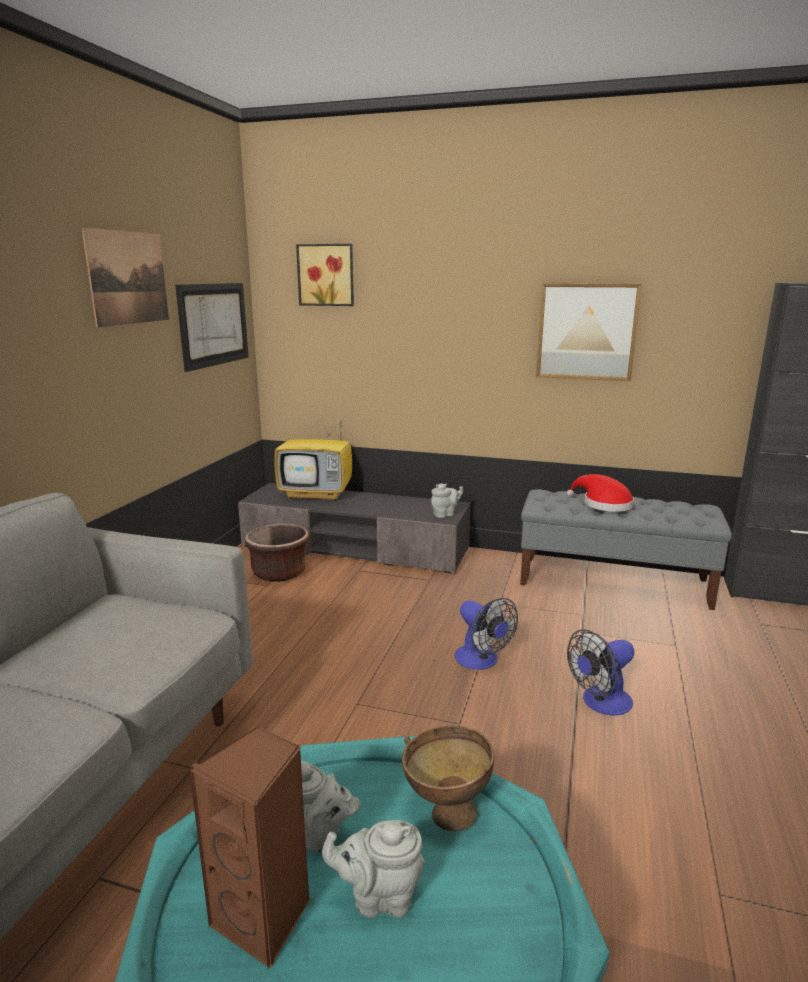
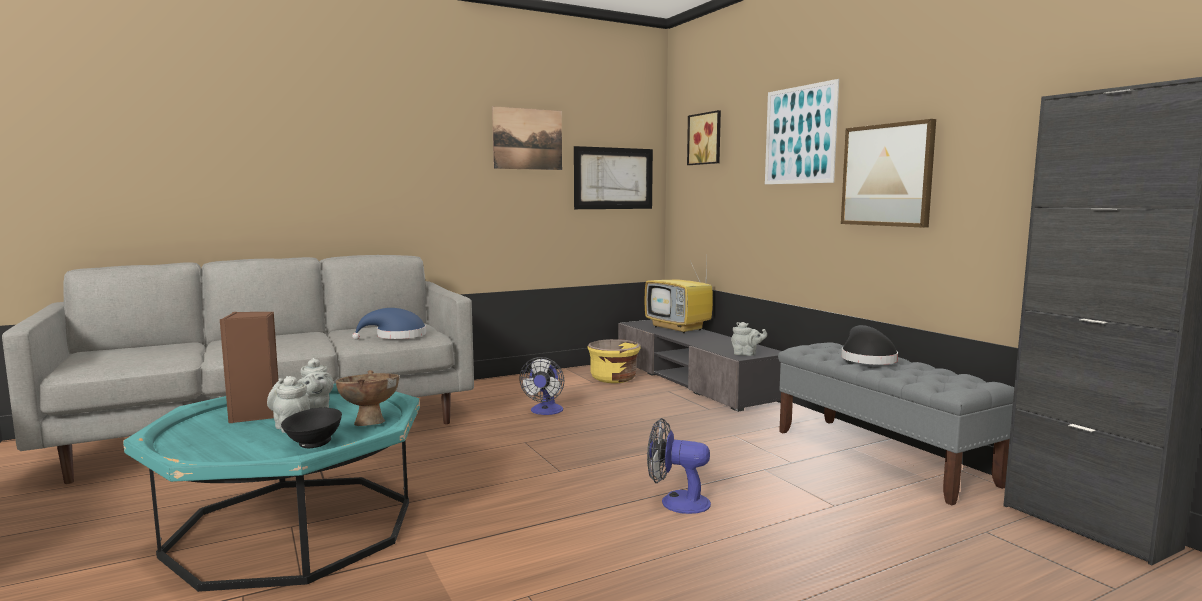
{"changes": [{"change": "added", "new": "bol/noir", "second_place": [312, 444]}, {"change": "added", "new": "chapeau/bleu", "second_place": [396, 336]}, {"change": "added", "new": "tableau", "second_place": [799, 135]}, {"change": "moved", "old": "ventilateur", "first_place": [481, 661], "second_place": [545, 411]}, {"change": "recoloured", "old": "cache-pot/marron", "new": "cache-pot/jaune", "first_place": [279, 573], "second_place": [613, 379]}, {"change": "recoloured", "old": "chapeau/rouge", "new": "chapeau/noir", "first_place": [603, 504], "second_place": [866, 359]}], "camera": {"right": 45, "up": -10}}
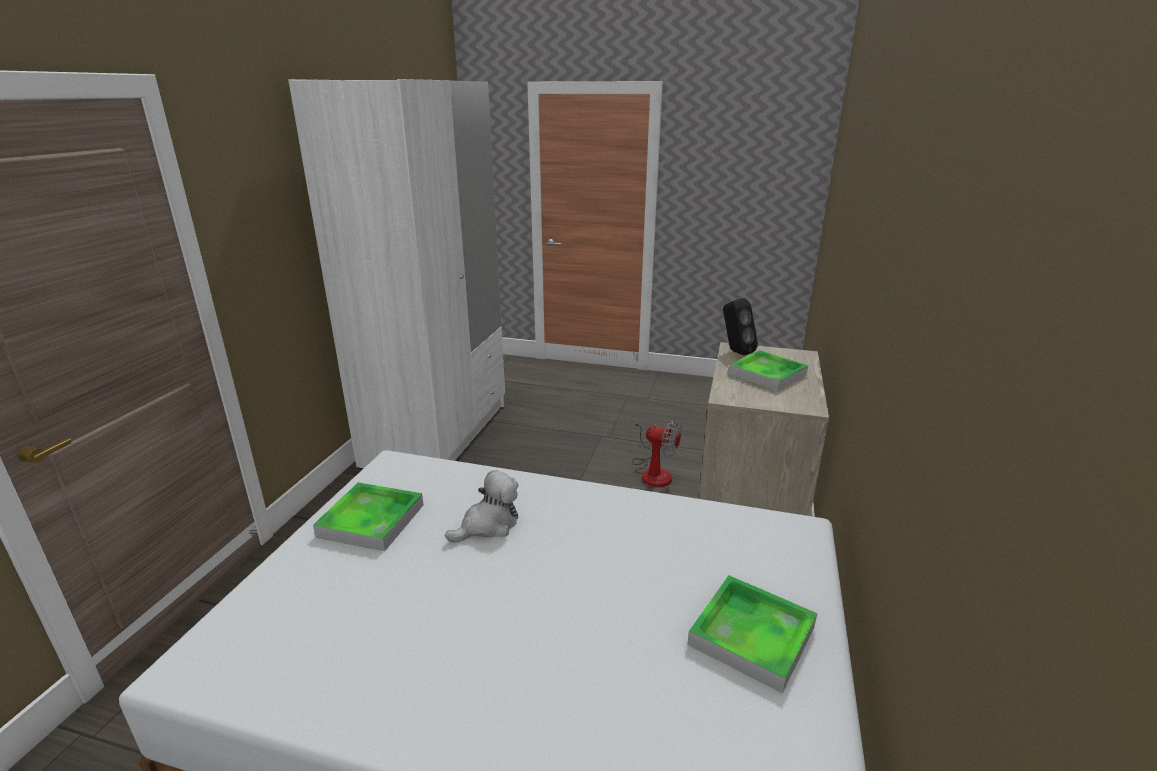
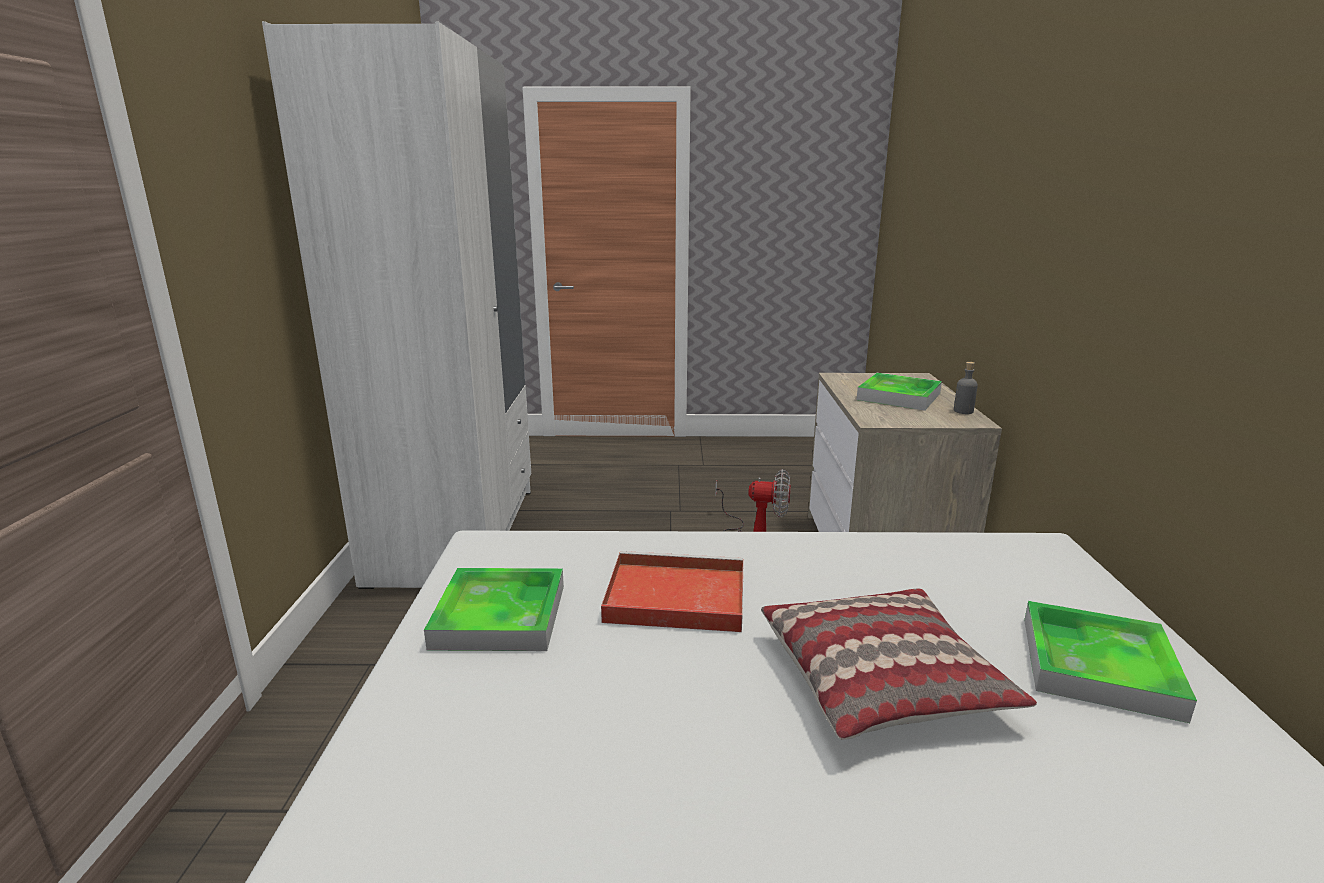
{"changes": [{"change": "removed", "old": "enceinte/noir", "first_place": [735, 351]}, {"change": "added", "new": "coussin", "second_place": [882, 679]}, {"change": "added", "new": "bouteille/gris", "second_place": [963, 411]}, {"change": "replaced", "old": "peluche", "new": "plateau/rouge", "first_place": [488, 525], "second_place": [672, 597]}], "camera": {"right": -15, "up": -5}}
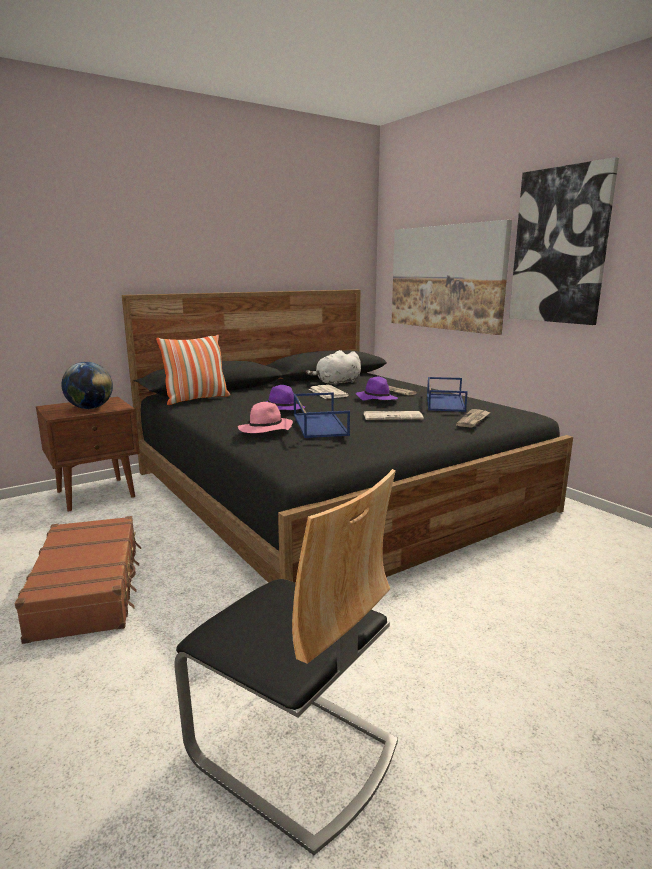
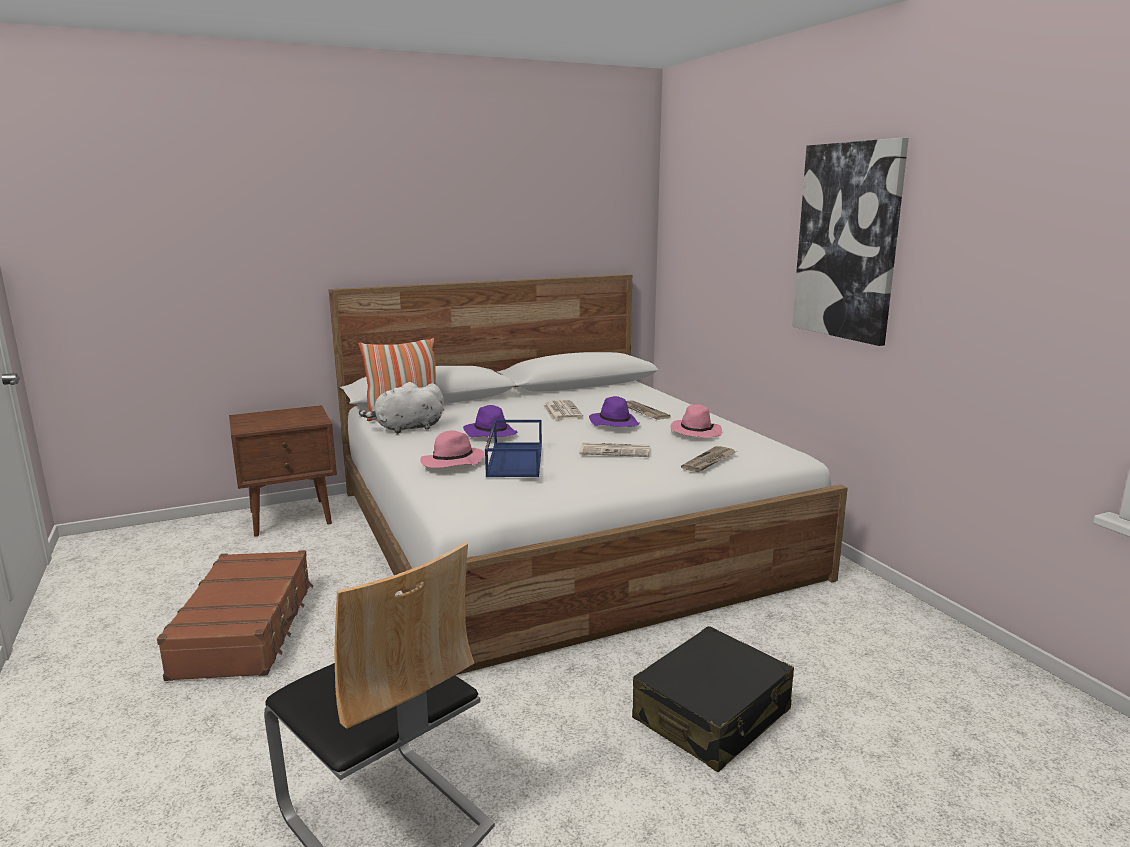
{"changes": [{"change": "removed", "old": "globe", "first_place": [90, 408]}, {"change": "removed", "old": "tableau", "first_place": [446, 278]}, {"change": "added", "new": "valise/noir", "second_place": [712, 715]}, {"change": "moved", "old": "peluche/blanc", "first_place": [337, 383], "second_place": [406, 428]}, {"change": "replaced", "old": "plateau/bleu", "new": "chapeau/rose", "first_place": [444, 402], "second_place": [695, 432]}, {"change": "recoloured", "old": "lit/noir", "new": "lit/blanc", "first_place": [333, 490], "second_place": [560, 531]}], "camera": {"right": 10, "up": 0}}
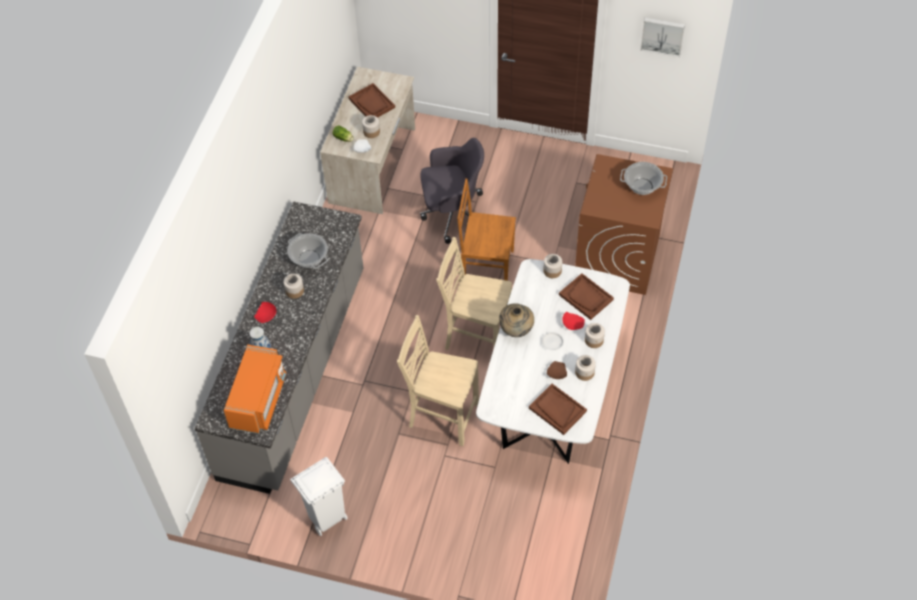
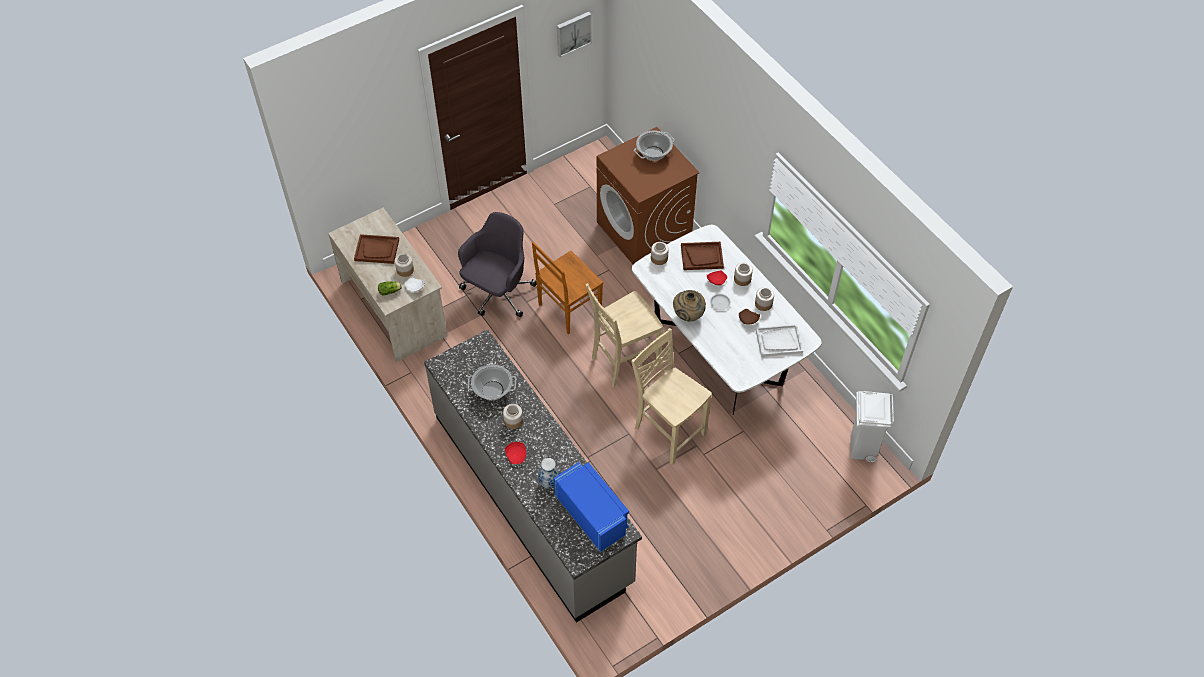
{"changes": [{"change": "moved", "old": "poubelle/blanc", "first_place": [326, 519], "second_place": [862, 449]}, {"change": "recoloured", "old": "micro-ondes/orange", "new": "micro-ondes/bleu", "first_place": [258, 400], "second_place": [592, 515]}, {"change": "recoloured", "old": "plateau/marron", "new": "plateau/blanc", "first_place": [557, 410], "second_place": [778, 341]}, {"change": "turned", "old": "chaise/beige", "first_place": [442, 415], "second_place": [668, 431], "degrees": 75}], "camera": {"right": -50, "up": 0}}
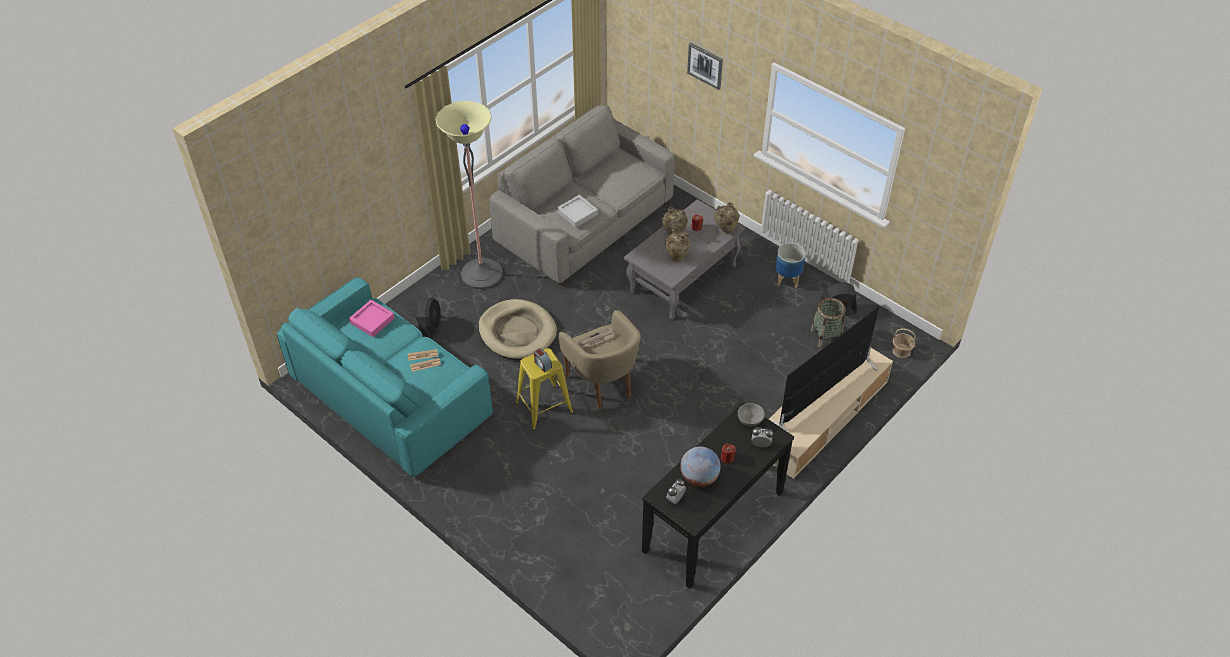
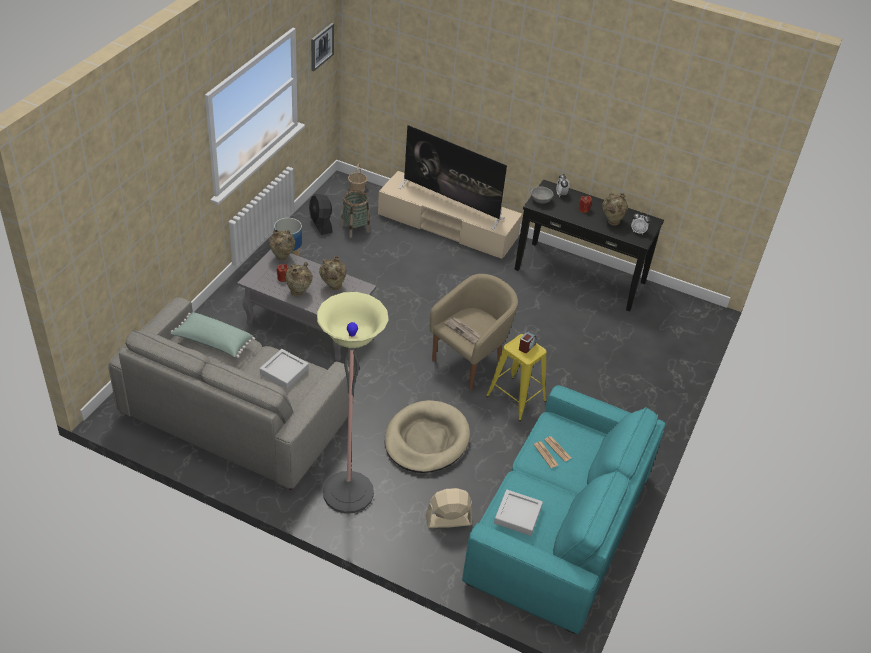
{"changes": [{"change": "added", "new": "coussin/vert", "second_place": [213, 342]}, {"change": "moved", "old": "tableau", "first_place": [705, 65], "second_place": [321, 46]}, {"change": "replaced", "old": "globe", "new": "vase/beige", "first_place": [699, 478], "second_place": [611, 222]}, {"change": "recoloured", "old": "plateau/rose", "new": "plateau/gris", "first_place": [372, 320], "second_place": [518, 515]}, {"change": "recoloured", "old": "ventilateur/noir", "new": "ventilateur/beige", "first_place": [430, 328], "second_place": [448, 520]}], "camera": {"right": -110, "up": -5}}
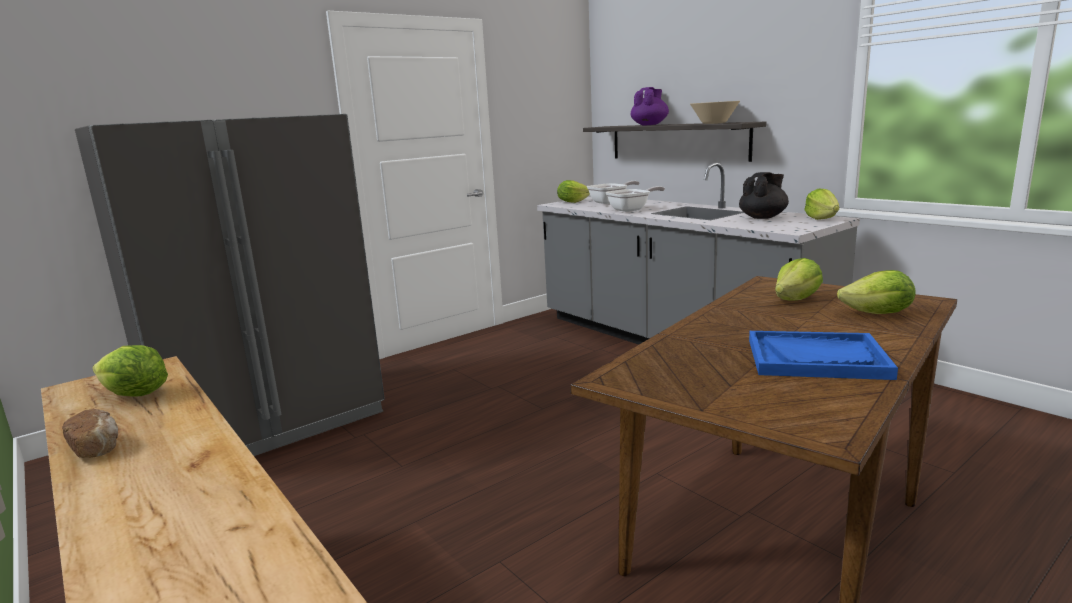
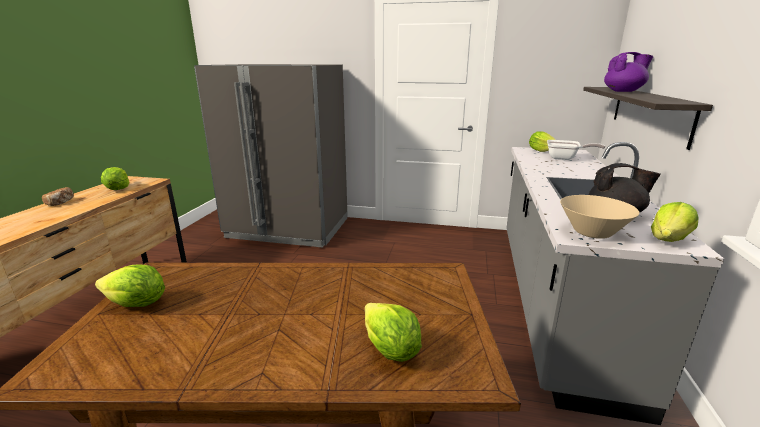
{"changes": [{"change": "removed", "old": "poêle", "first_place": [632, 209]}, {"change": "removed", "old": "plateau/bleu", "first_place": [816, 358]}, {"change": "moved", "old": "bol/beige", "first_place": [714, 123], "second_place": [592, 233]}, {"change": "moved", "old": "laitue", "first_place": [796, 300], "second_place": [136, 304]}], "camera": {"right": 50, "up": 5}}
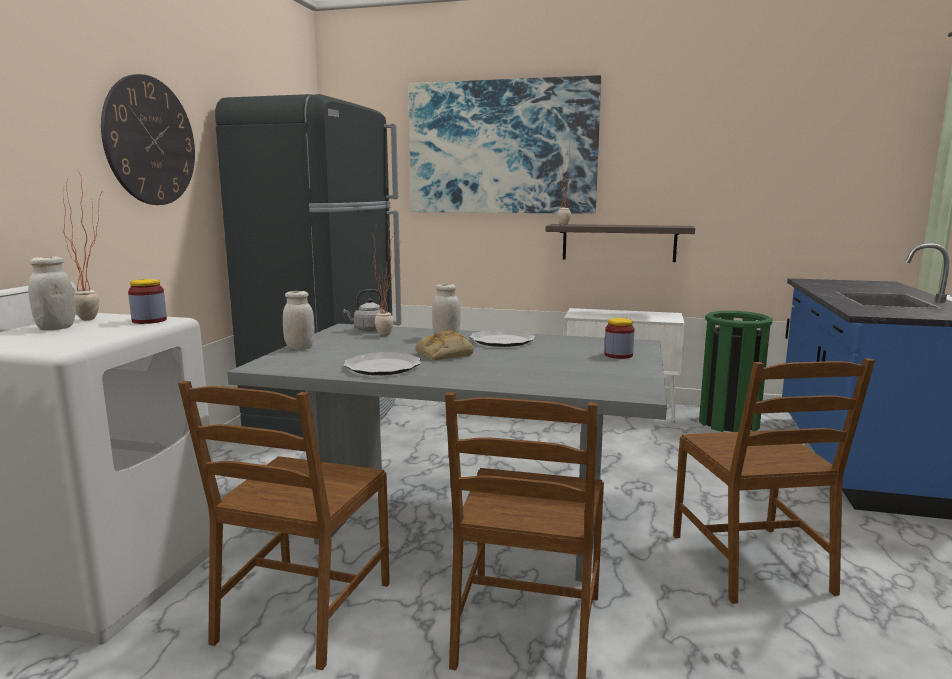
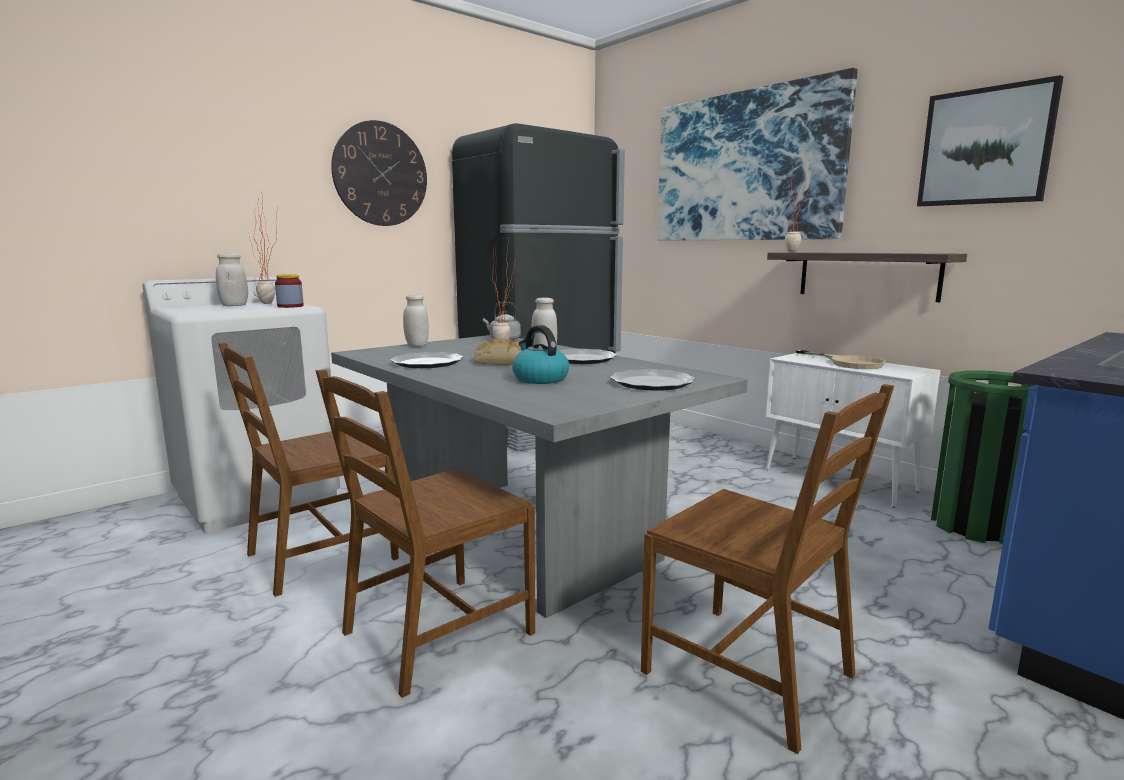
{"changes": [{"change": "added", "new": "bouilloire", "second_place": [539, 379]}, {"change": "added", "new": "poêle/beige", "second_place": [848, 363]}, {"change": "added", "new": "tableau", "second_place": [985, 147]}, {"change": "replaced", "old": "bocal", "new": "assiette", "first_place": [618, 355], "second_place": [652, 383]}, {"change": "turned", "old": "chaise/marron", "first_place": [752, 563], "second_place": [750, 672], "degrees": -75}], "camera": {"right": 35, "up": 0}}
